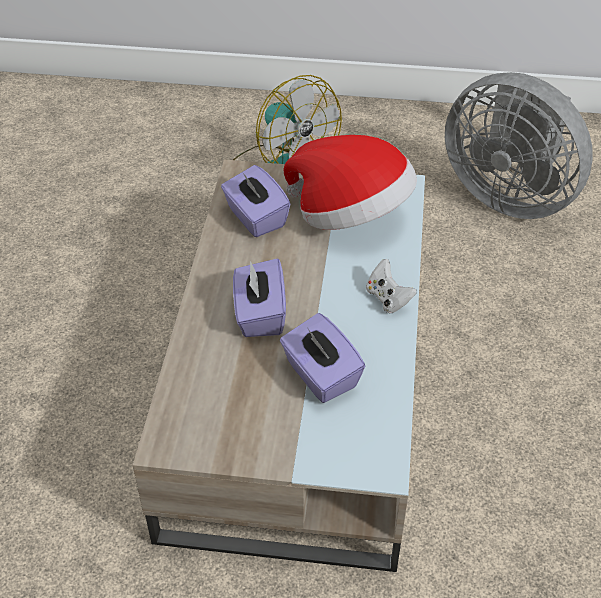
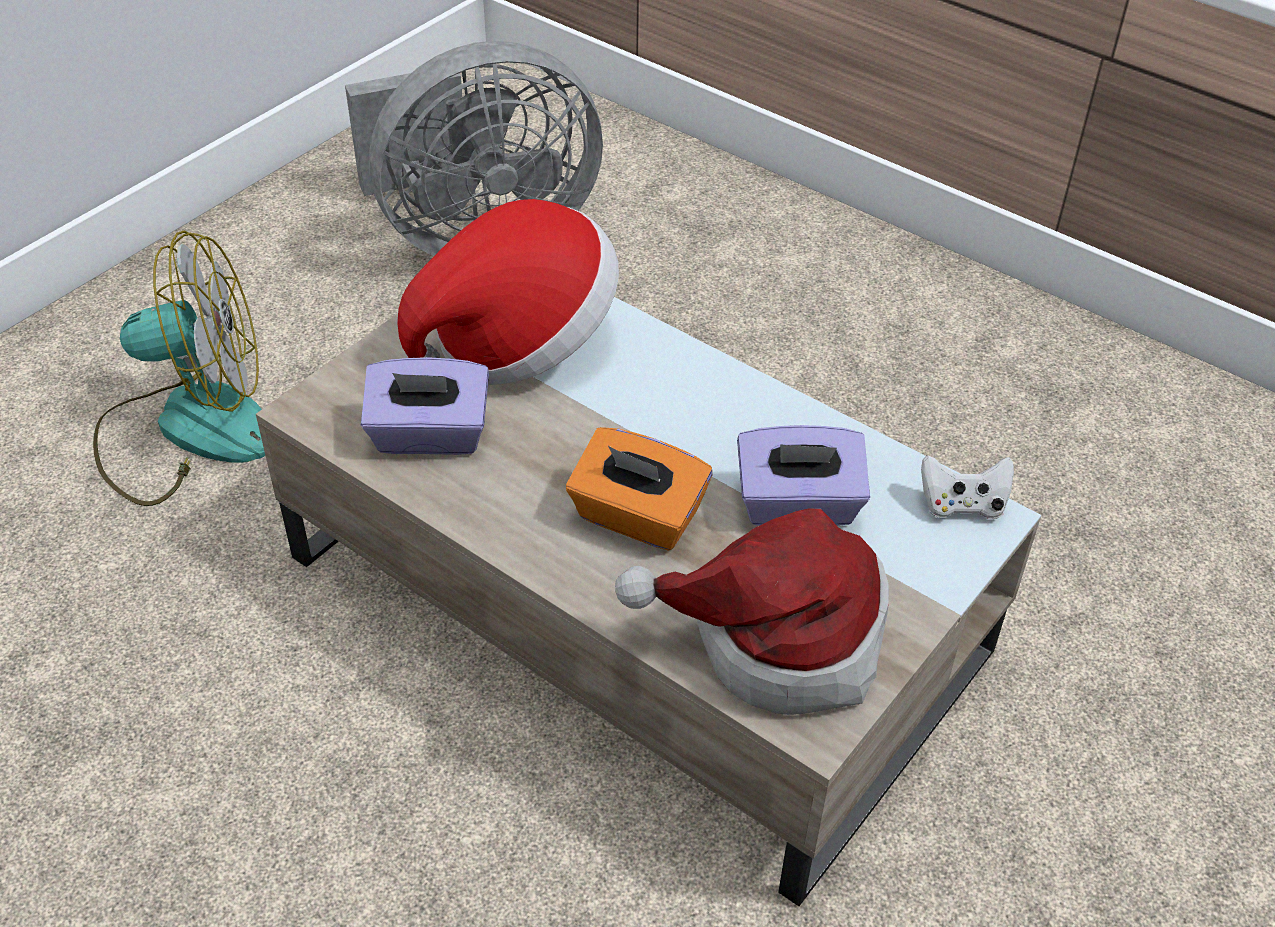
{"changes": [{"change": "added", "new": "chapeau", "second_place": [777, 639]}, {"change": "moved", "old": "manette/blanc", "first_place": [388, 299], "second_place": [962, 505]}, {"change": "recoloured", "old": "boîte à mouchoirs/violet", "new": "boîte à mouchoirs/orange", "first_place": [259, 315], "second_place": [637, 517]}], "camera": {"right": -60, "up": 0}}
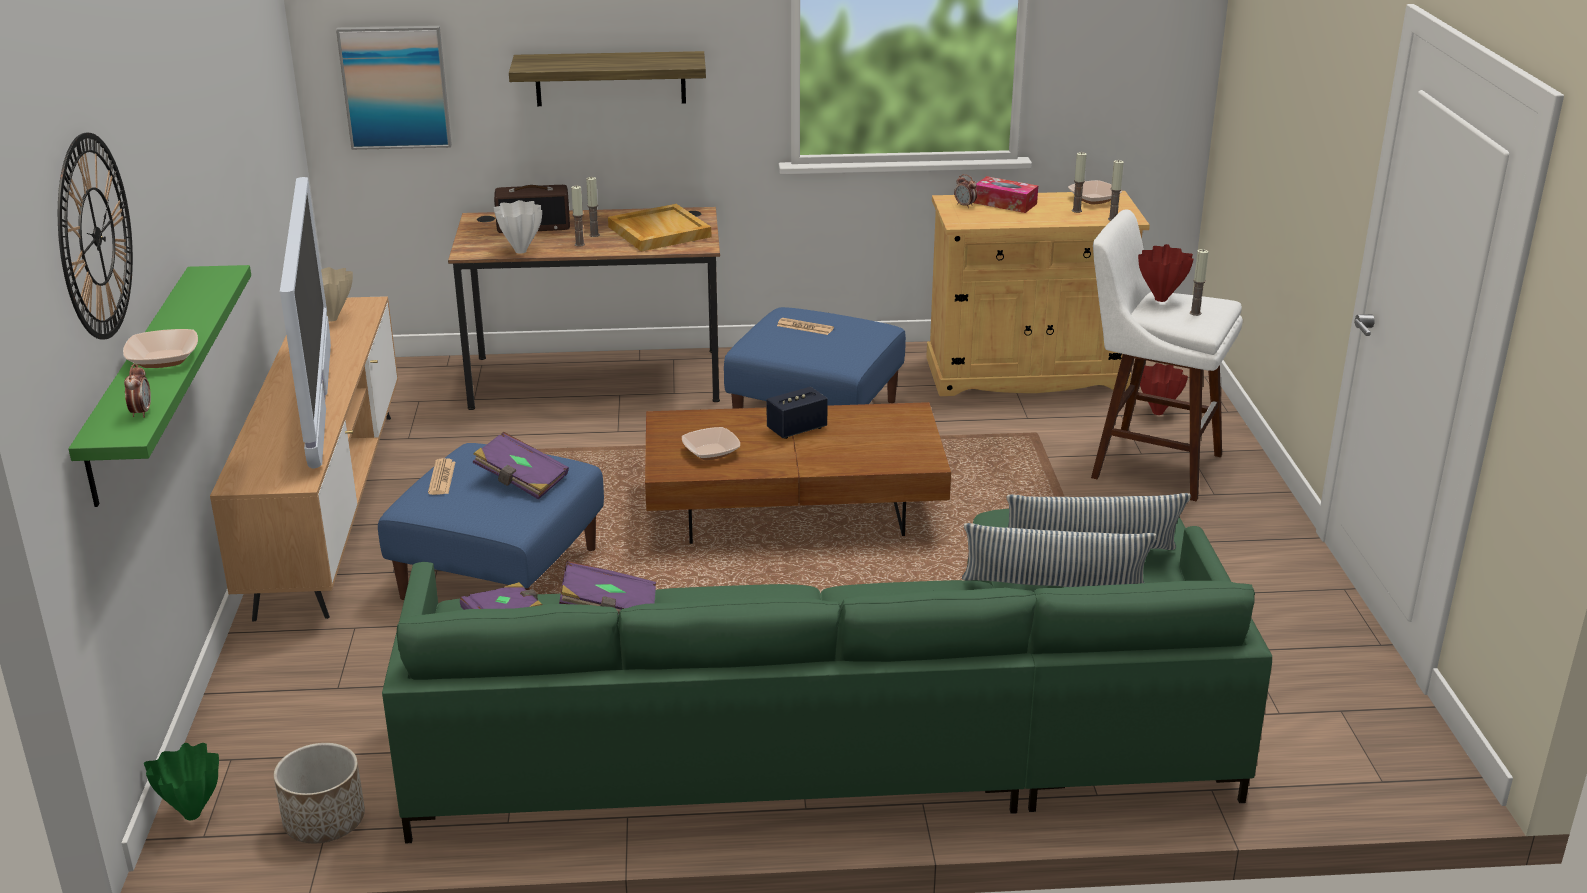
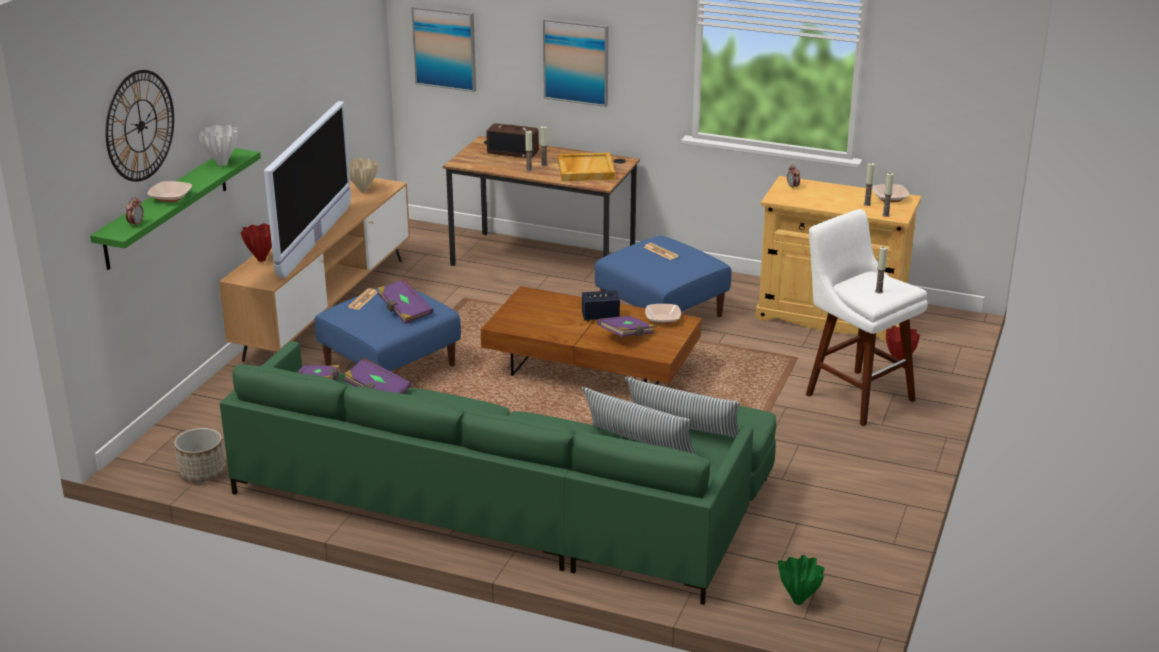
{"changes": [{"change": "removed", "old": "boîte à mouchoirs", "first_place": [1005, 203]}, {"change": "added", "new": "livre/violet", "second_place": [627, 336]}, {"change": "moved", "old": "vase/vert", "first_place": [193, 815], "second_place": [799, 602]}, {"change": "moved", "old": "vase/blanc", "first_place": [521, 251], "second_place": [223, 164]}, {"change": "moved", "old": "bol", "first_place": [711, 452], "second_place": [662, 319]}, {"change": "moved", "old": "vase/rouge", "first_place": [1160, 300], "second_place": [261, 260]}, {"change": "replaced", "old": "étagère", "new": "tableau", "first_place": [610, 78], "second_place": [576, 61]}], "camera": {"right": 25, "up": 0}}
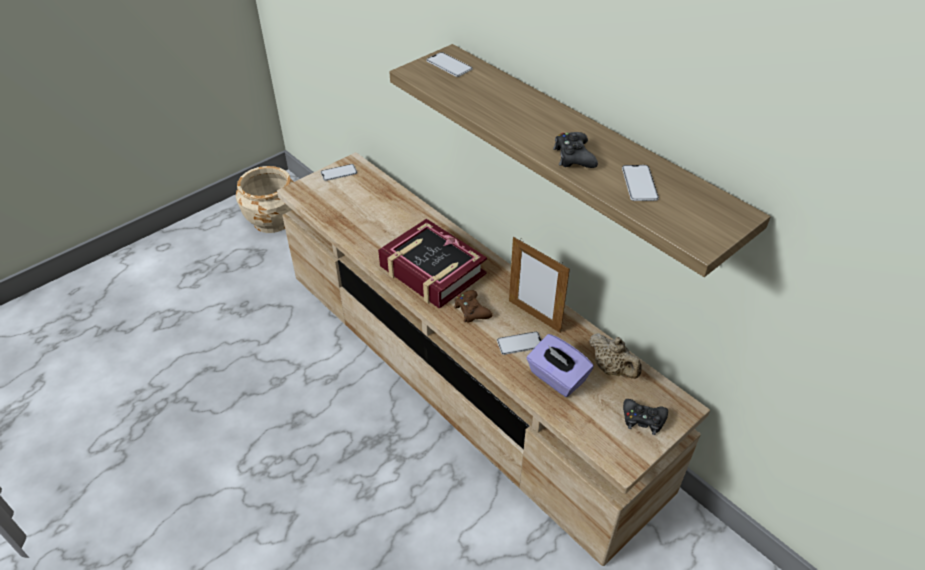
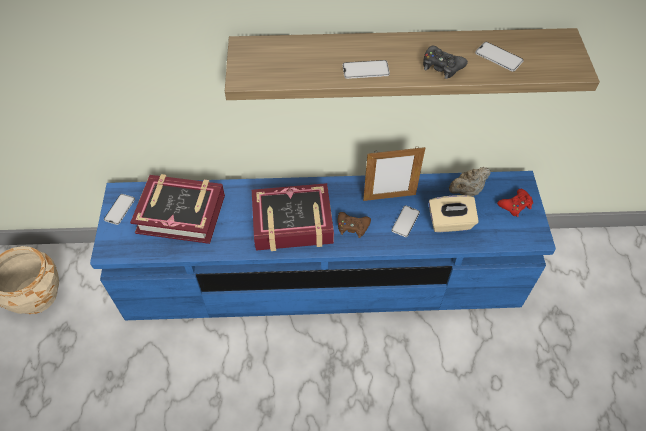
{"changes": [{"change": "added", "new": "livre", "second_place": [181, 213]}, {"change": "moved", "old": "téléphone", "first_place": [449, 65], "second_place": [365, 70]}, {"change": "recoloured", "old": "meuble télé/beige", "new": "meuble télé/bleu", "first_place": [462, 374], "second_place": [323, 276]}, {"change": "recoloured", "old": "boîte à mouchoirs/violet", "new": "boîte à mouchoirs/beige", "first_place": [557, 378], "second_place": [450, 223]}, {"change": "recoloured", "old": "manette/noir", "new": "manette/rouge", "first_place": [643, 419], "second_place": [515, 205]}, {"change": "turned", "old": "théière/beige", "first_place": [612, 369], "second_place": [466, 191], "degrees": 150}], "camera": {"right": -50, "up": 10}}
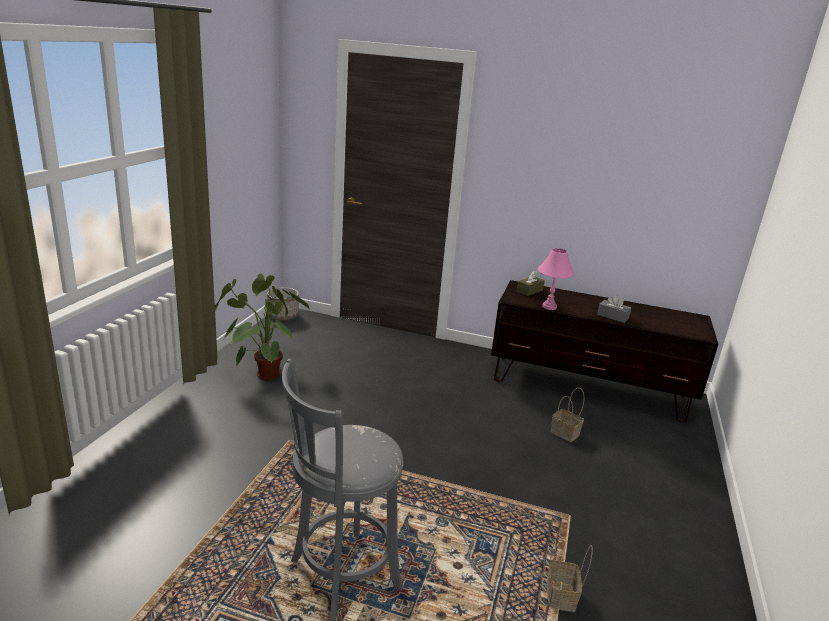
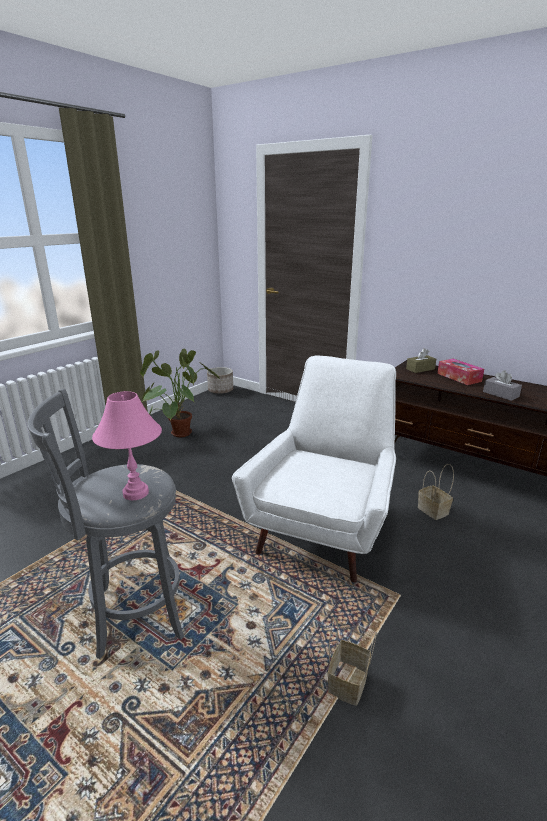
{"changes": [{"change": "added", "new": "fauteuil/blanc", "second_place": [324, 527]}, {"change": "added", "new": "boîte à mouchoirs", "second_place": [459, 377]}, {"change": "moved", "old": "lampe de table/rose", "first_place": [549, 307], "second_place": [136, 493]}], "camera": {"right": 20, "up": 0}}
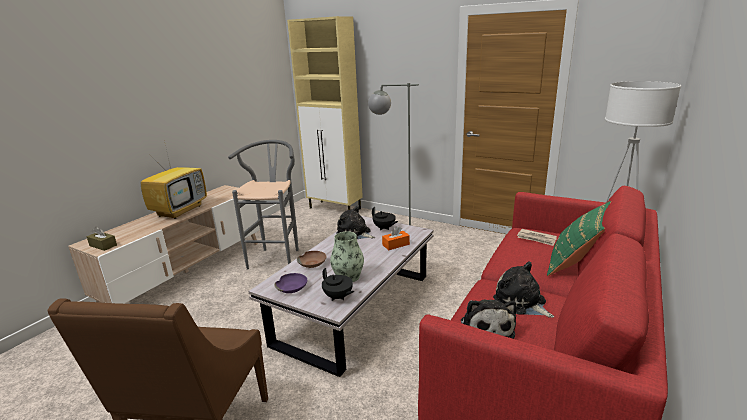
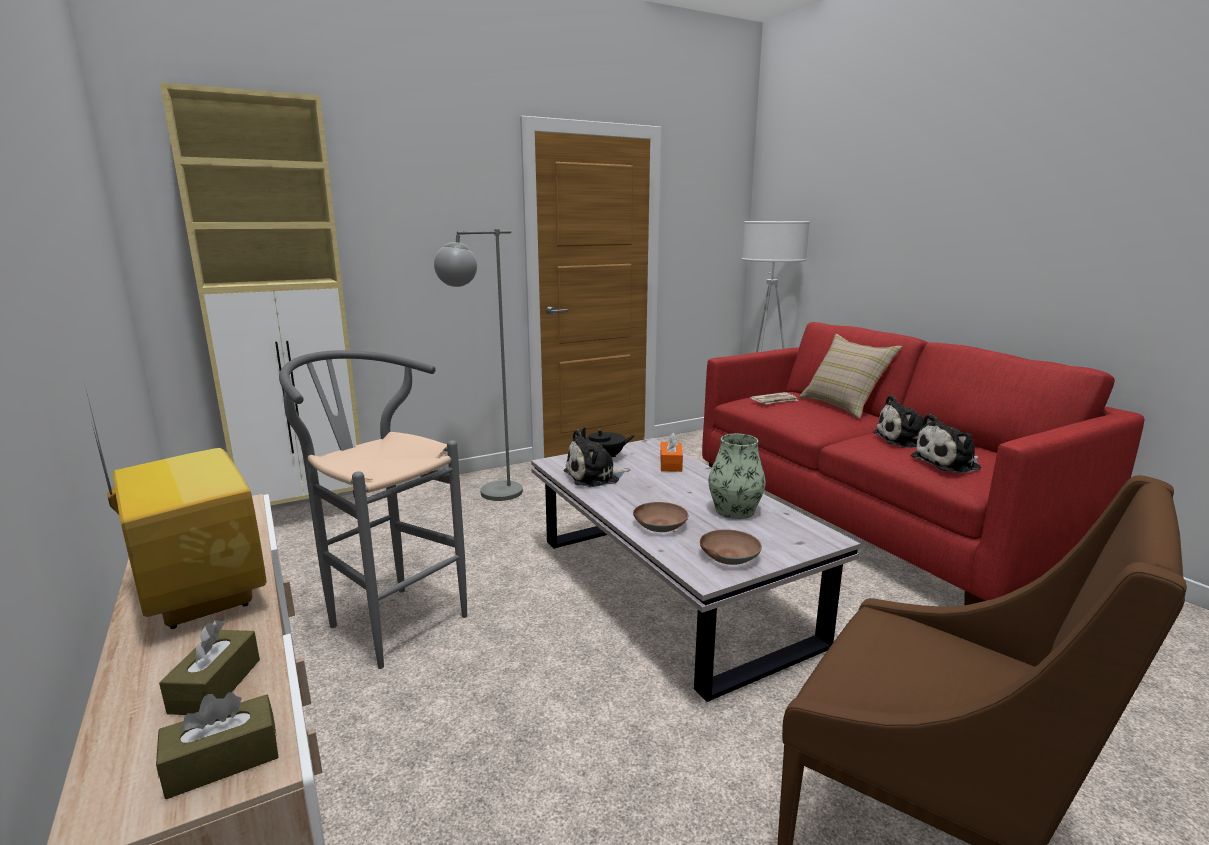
{"changes": [{"change": "removed", "old": "théière/noir", "first_place": [338, 297]}, {"change": "added", "new": "boîte à mouchoirs/marron", "second_place": [216, 685]}, {"change": "recoloured", "old": "bol/violet", "new": "bol/marron", "first_place": [292, 287], "second_place": [729, 555]}, {"change": "recoloured", "old": "coussin/vert", "new": "coussin/beige", "first_place": [574, 264], "second_place": [843, 406]}, {"change": "turned", "old": "peluche", "first_place": [486, 327], "second_place": [949, 463], "degrees": 135}], "camera": {"right": -60, "up": -5}}
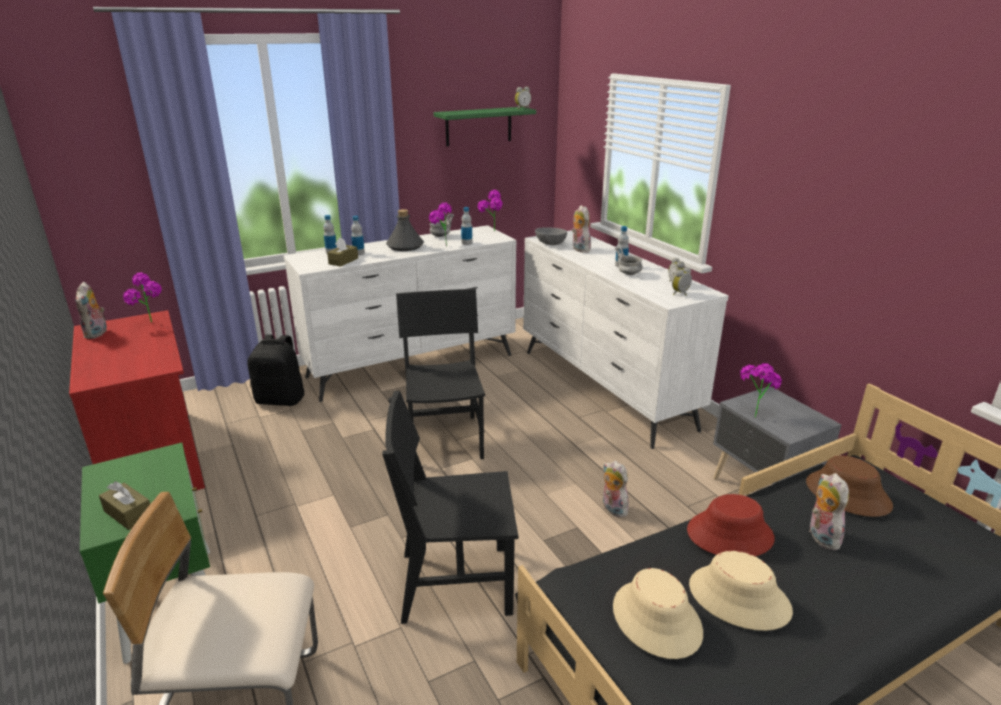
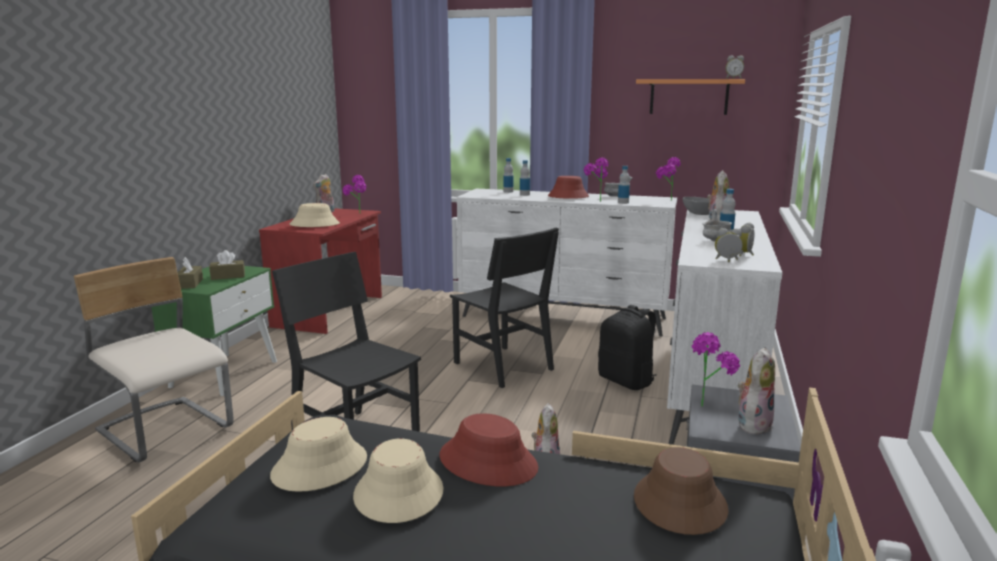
{"changes": [{"change": "added", "new": "chapeau/beige", "second_place": [314, 224]}, {"change": "moved", "old": "sac à dos/noir", "first_place": [281, 400], "second_place": [627, 381]}, {"change": "moved", "old": "boîte à mouchoirs/marron", "first_place": [343, 261], "second_place": [228, 276]}, {"change": "moved", "old": "peluche", "first_place": [820, 536], "second_place": [753, 424]}, {"change": "replaced", "old": "bouteille/gris", "new": "chapeau/rouge", "first_place": [404, 246], "second_place": [568, 197]}, {"change": "recoloured", "old": "étagère/vert", "new": "étagère/orange", "first_place": [478, 126], "second_place": [689, 96]}, {"change": "turned", "old": "chaise/noir", "first_place": [445, 439], "second_place": [503, 366], "degrees": 105}], "camera": {"right": 45, "up": -10}}
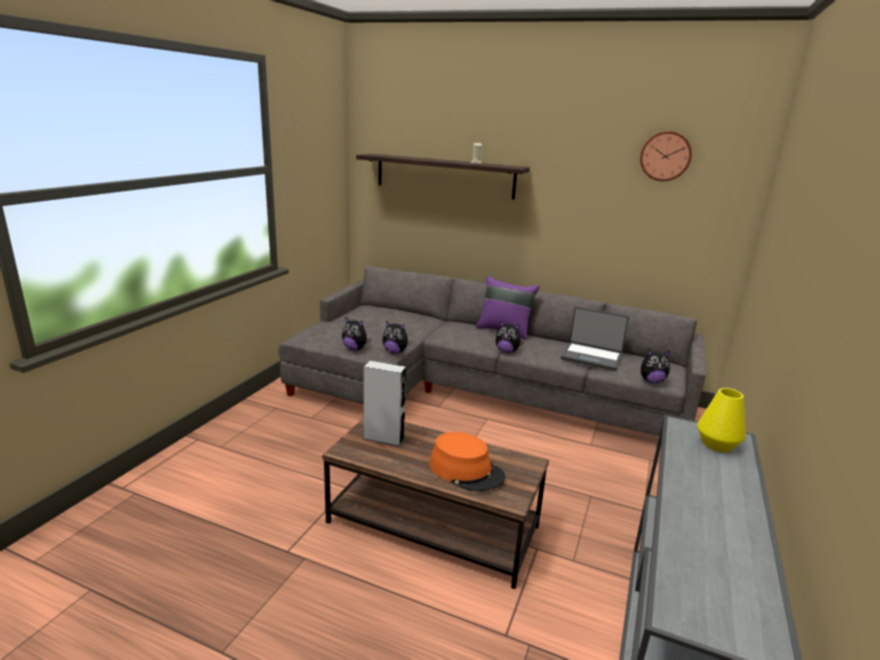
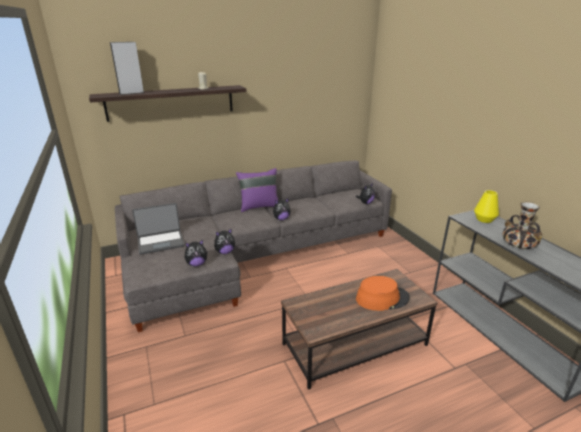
{"changes": [{"change": "removed", "old": "horloge murale", "first_place": [665, 156]}, {"change": "added", "new": "vase", "second_place": [519, 244]}, {"change": "moved", "old": "enceinte/gris", "first_place": [384, 438], "second_place": [131, 93]}, {"change": "moved", "old": "ordinateur portable", "first_place": [591, 357], "second_place": [161, 242]}], "camera": {"right": -45, "up": 5}}
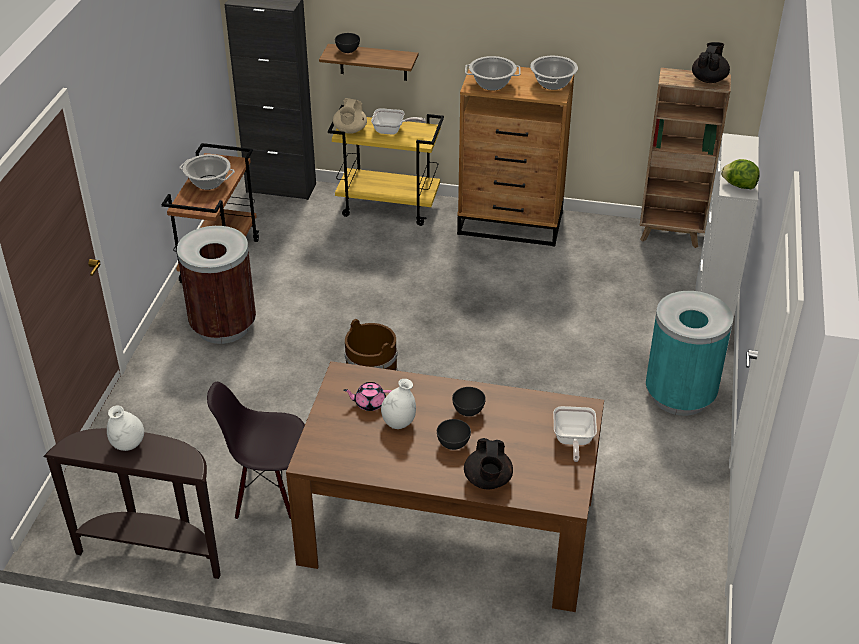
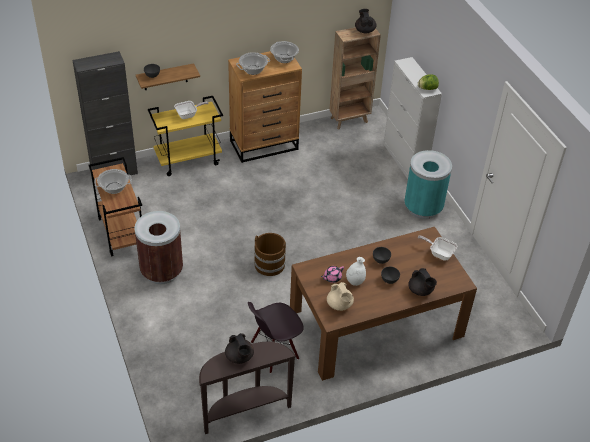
{"changes": [{"change": "moved", "old": "théière/beige", "first_place": [350, 130], "second_place": [339, 305]}, {"change": "replaced", "old": "vase/blanc", "new": "théière/noir", "first_place": [128, 445], "second_place": [239, 357]}, {"change": "turned", "old": "poêle", "first_place": [572, 441], "second_place": [439, 253], "degrees": 150}], "camera": {"right": -35, "up": 5}}
